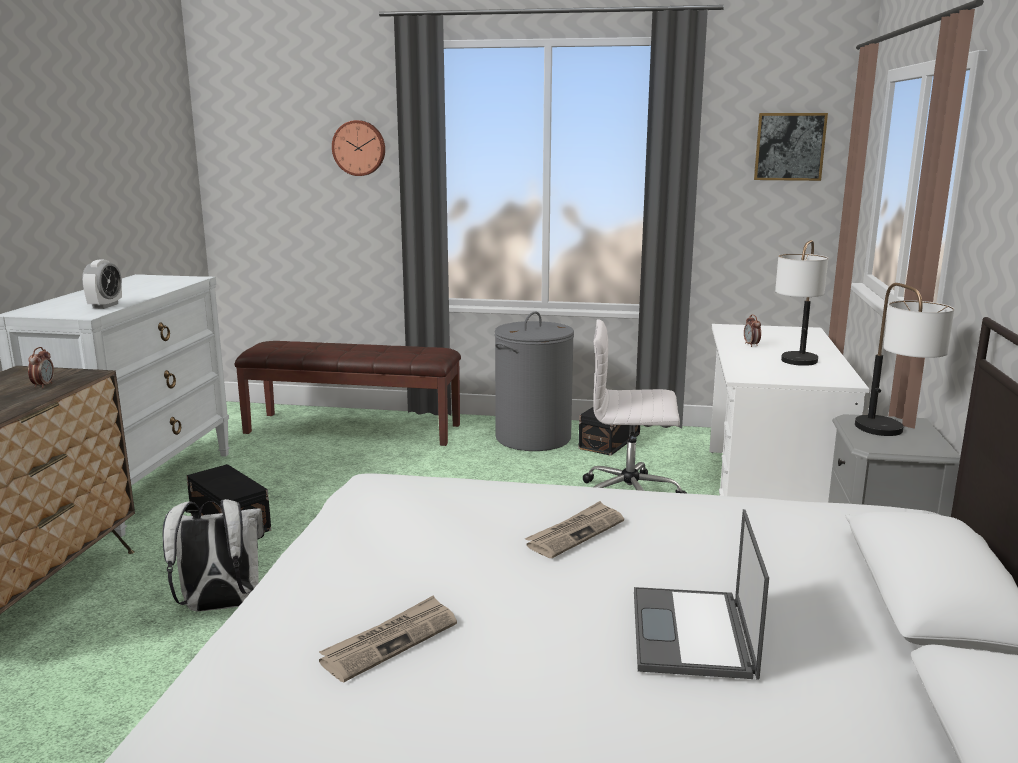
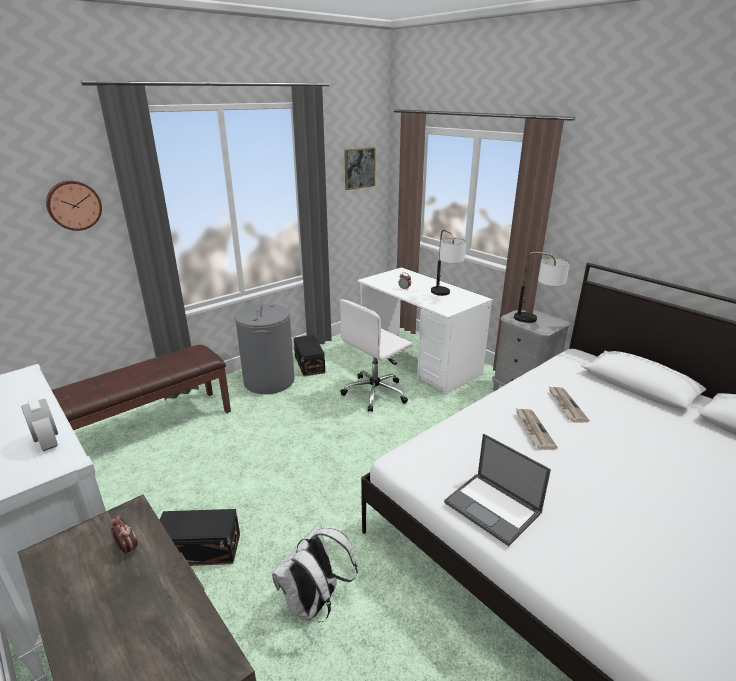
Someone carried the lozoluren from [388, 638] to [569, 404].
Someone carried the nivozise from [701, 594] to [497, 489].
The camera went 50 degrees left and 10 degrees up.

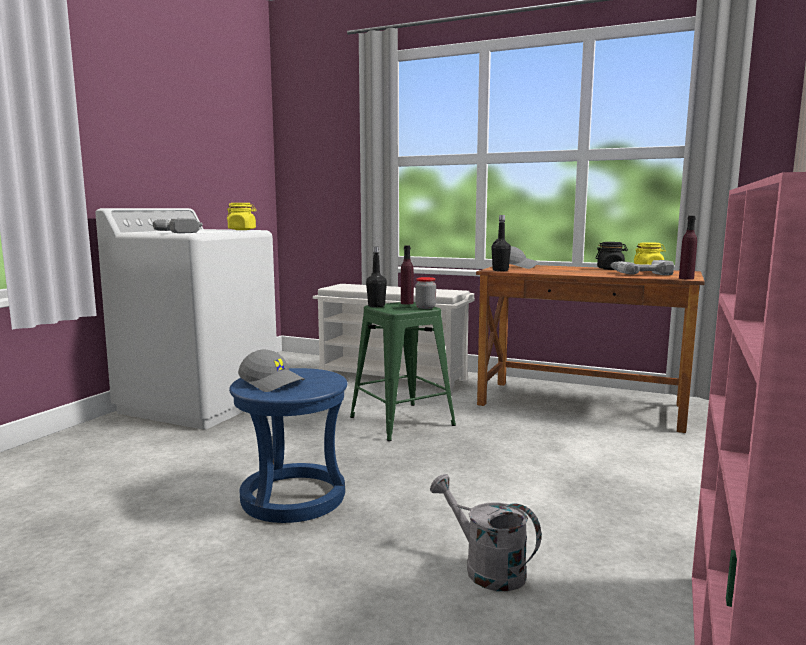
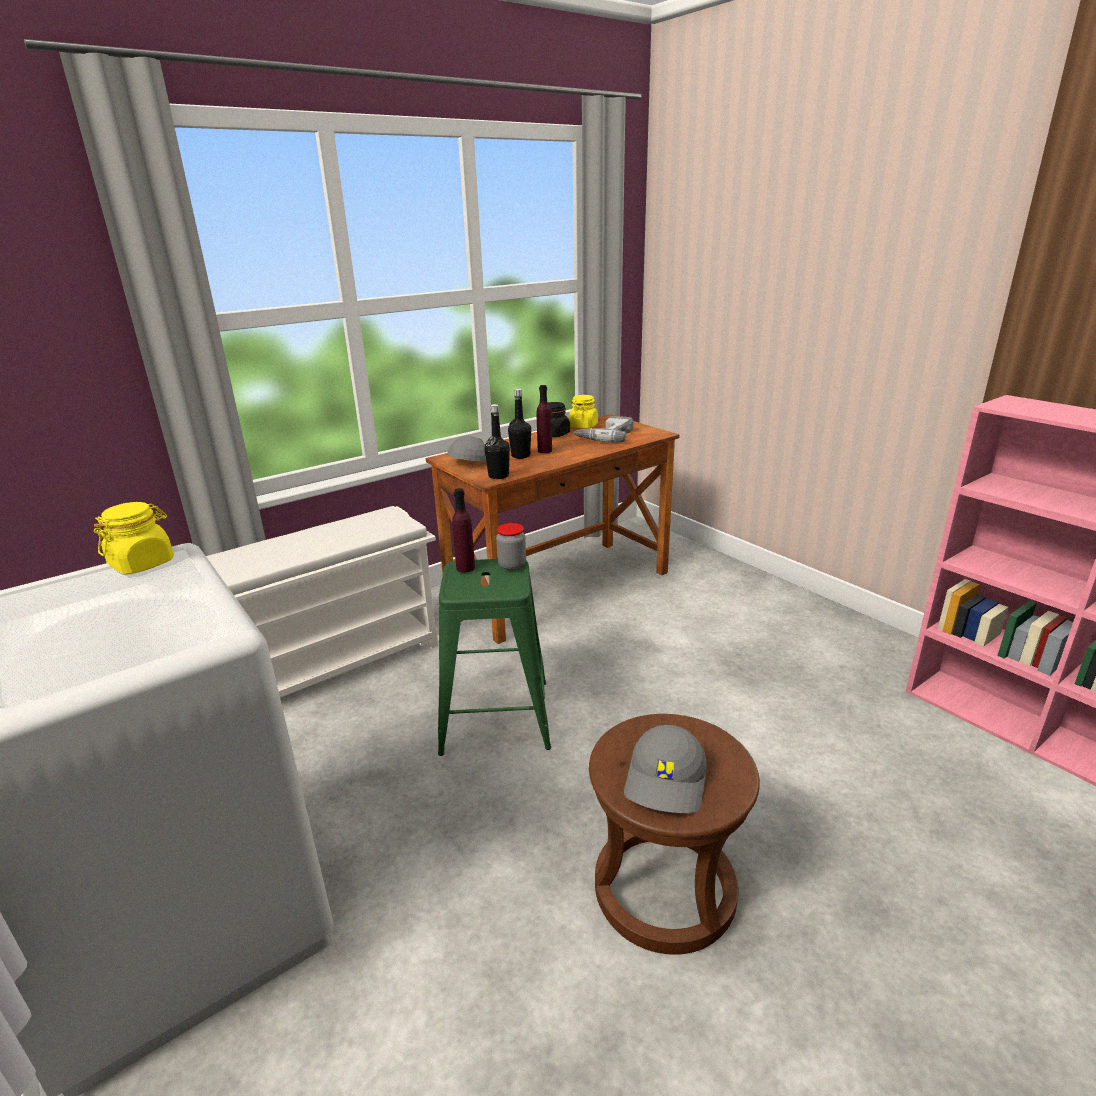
Someone took away the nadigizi at [178, 225].
Someone repainted the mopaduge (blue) at [288, 445], which became the mopaduge (brown) at [674, 834].
Someone rotated the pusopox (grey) at [271, 371] by 135 degrees clockwise.
Someone carried the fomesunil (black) from [376, 277] to [519, 424].
Someone took away the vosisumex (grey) at [485, 532].
Someone carried the fomesunil (purple) from [688, 248] to [544, 419].
The camera went 60 degrees left and 15 degrees up.

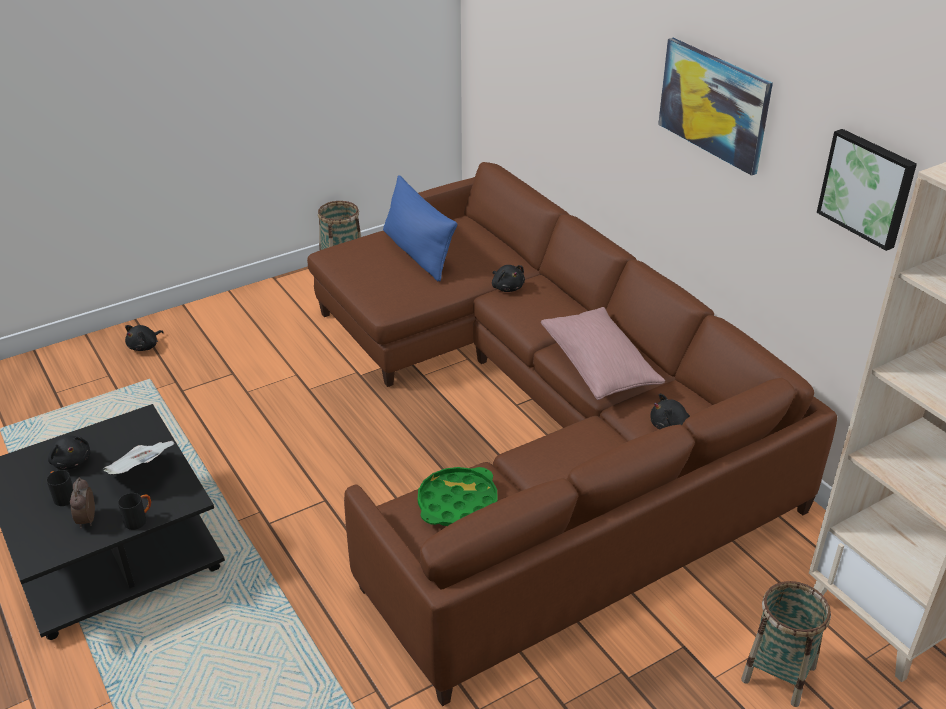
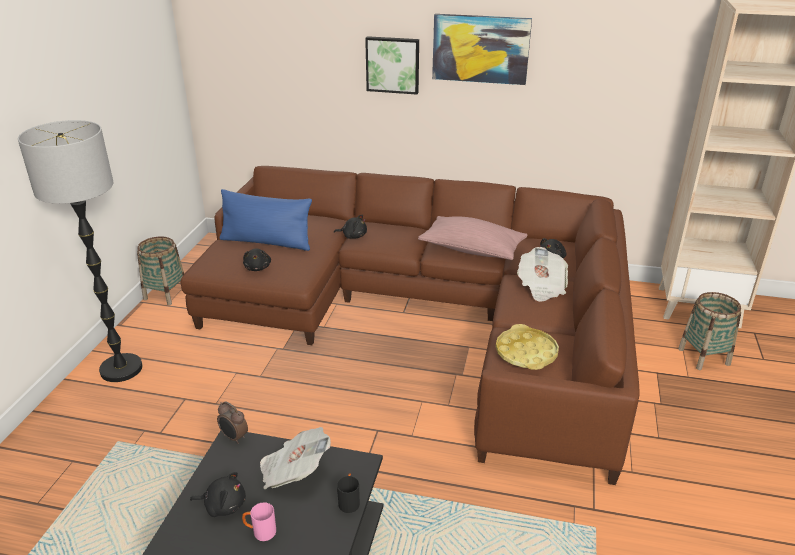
Someone repainted the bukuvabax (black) at [60, 488], which became the bukuvabax (pink) at [259, 521].
Someone carried the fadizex from [82, 502] to [232, 422].
Someone carried the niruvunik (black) from [144, 338] to [257, 259].
Someone repainted the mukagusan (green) at [458, 496], which became the mukagusan (yellow) at [527, 347].
Someone carried the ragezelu from [867, 190] to [392, 65].
Someone put down the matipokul at [80, 251].
Someone put down the lozoluren at [542, 274].
The camera went 45 degrees left and 5 degrees down.

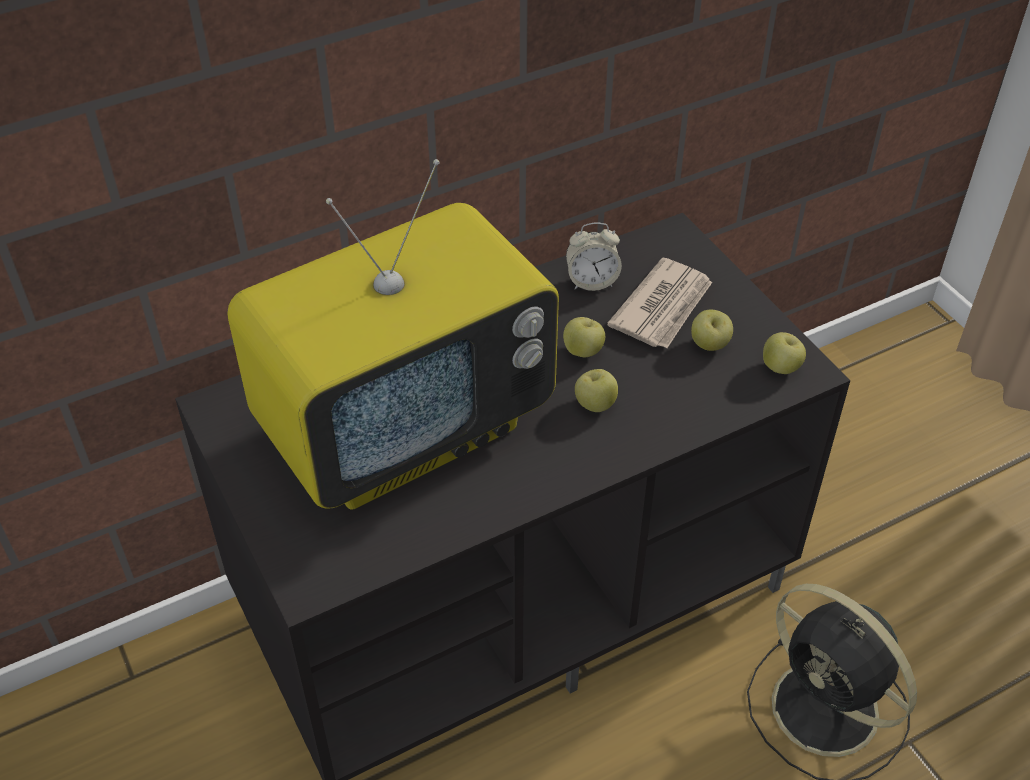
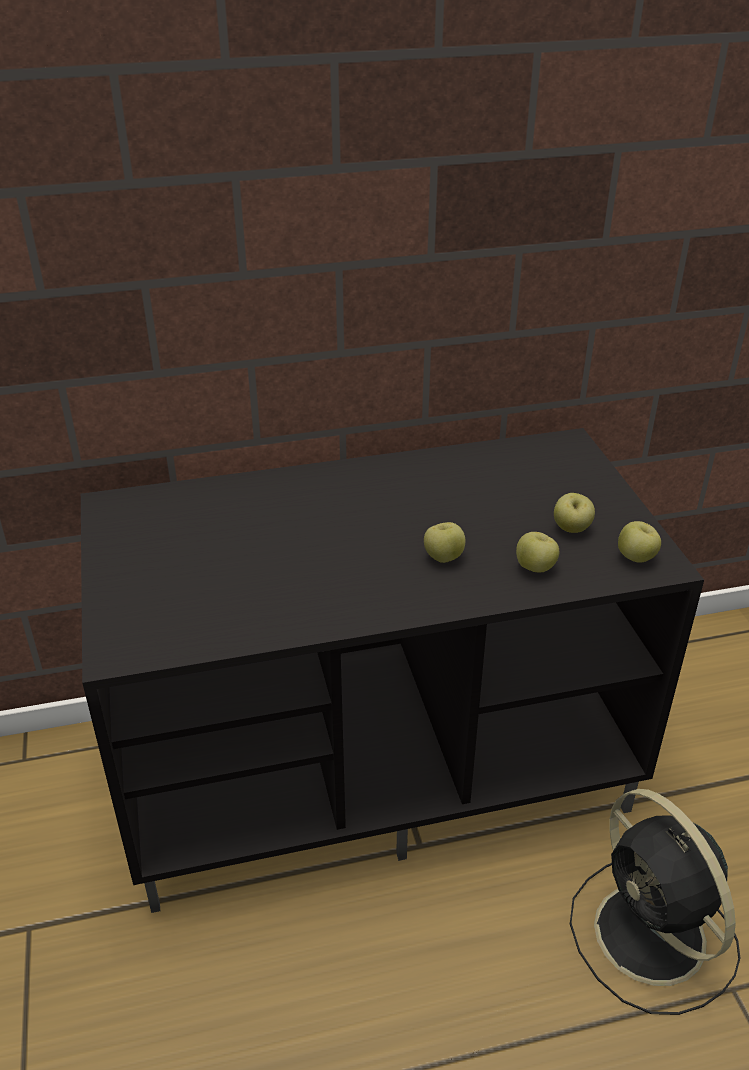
Someone took away the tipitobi at [393, 334].
Someone carried the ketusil from [584, 337] to [537, 552].
Someone took away the fadizex at [594, 256].
Someone took away the lozoluren at [659, 302].
The camera went 15 degrees right and 10 degrees down.

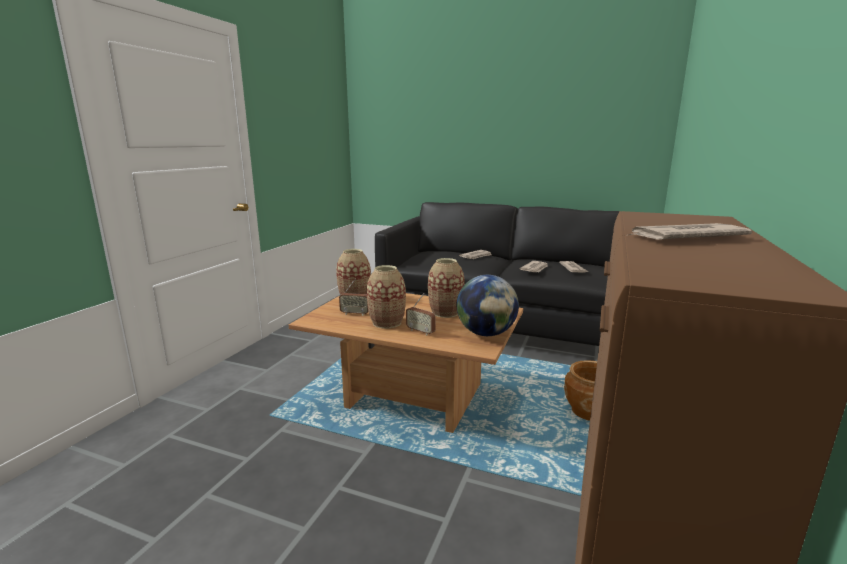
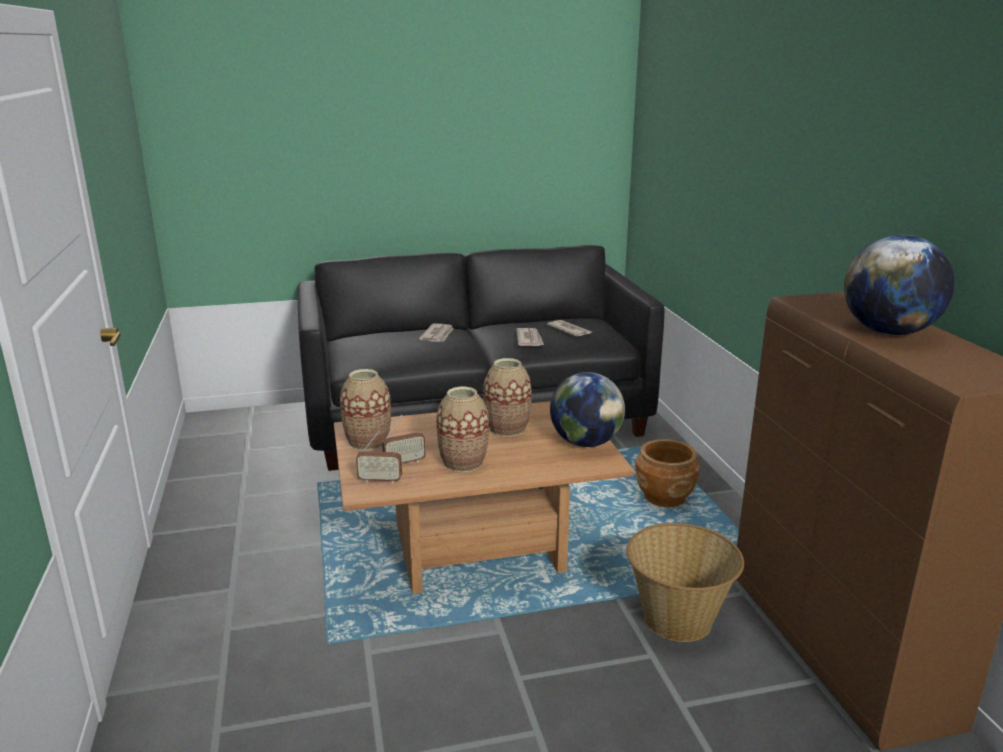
Someone carried the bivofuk from [421, 314] to [379, 457].
Someone swapped the lozoluren at [690, 231] for the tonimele at [899, 285].
Someone put down the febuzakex at [685, 582].
The camera went 35 degrees left and 5 degrees up.

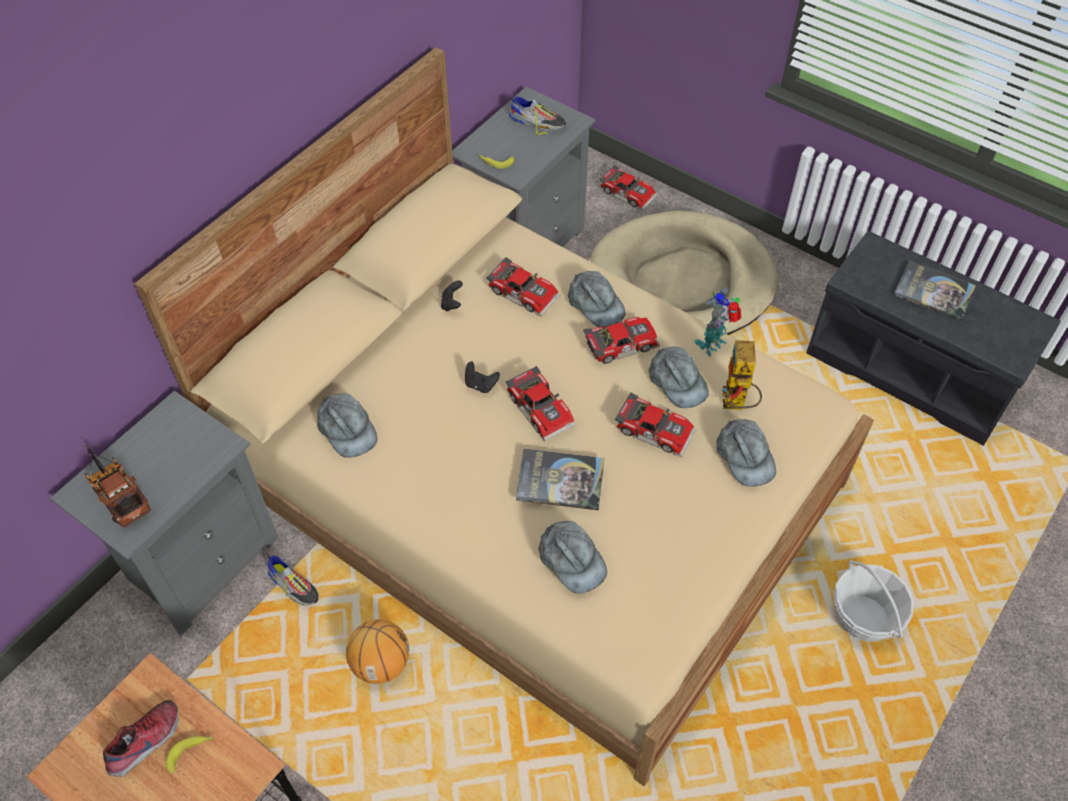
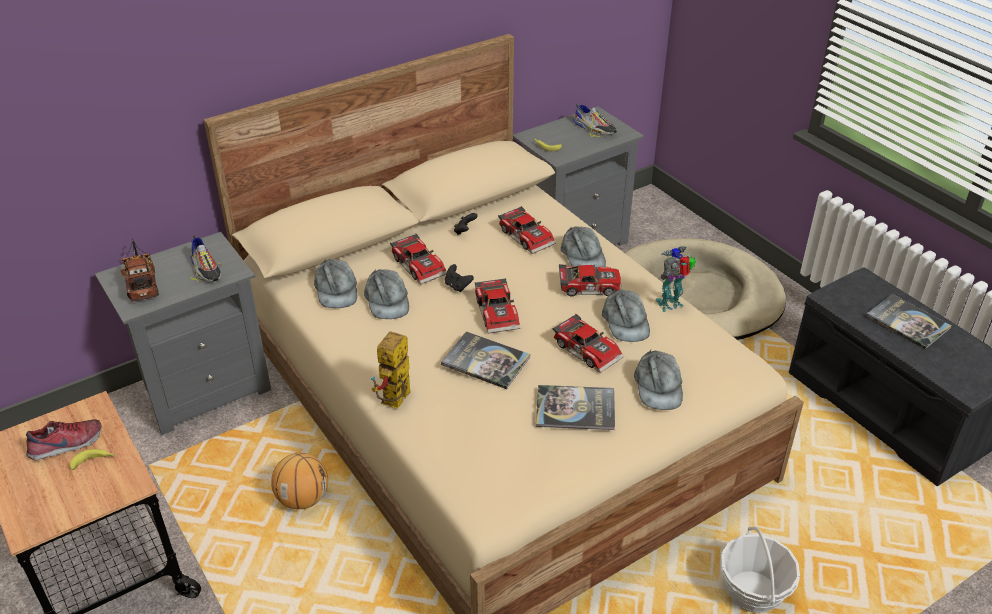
Someone carried the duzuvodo from [293, 580] to [206, 259].
Someone carried the pusopox (grey) from [573, 557] to [386, 294].
Someone carried the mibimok from [628, 188] to [418, 259].
Someone carried the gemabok from [742, 375] to [391, 370].
Someone put down the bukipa at [575, 407].
The camera went 20 degrees right and 15 degrees down.

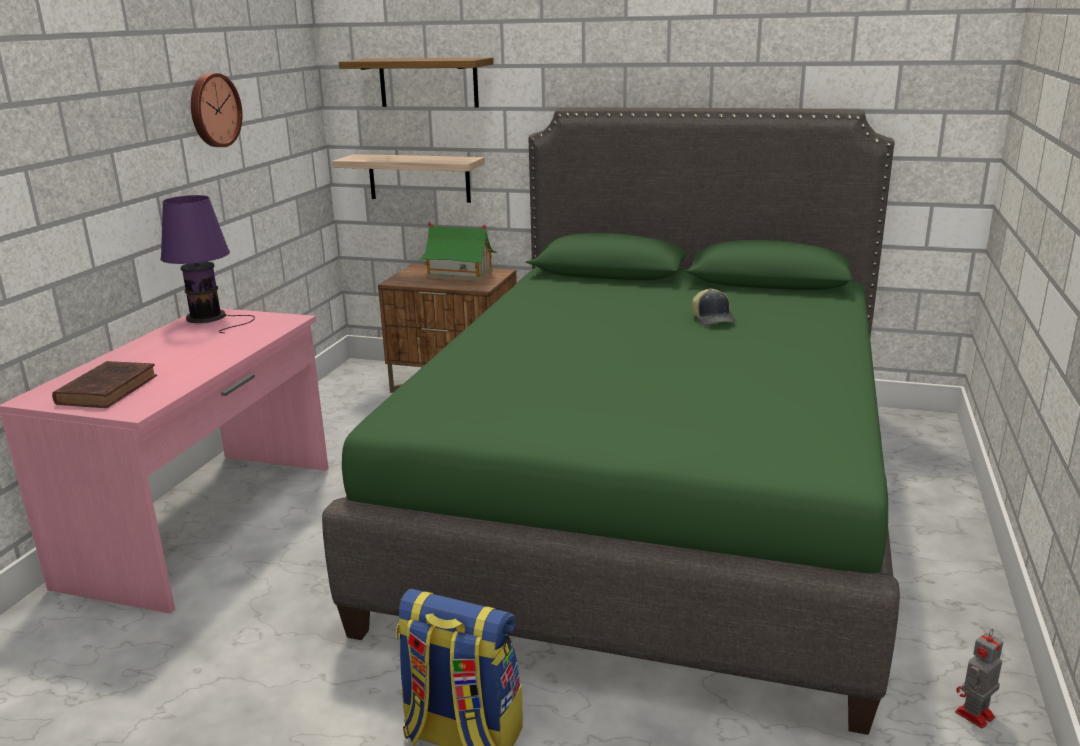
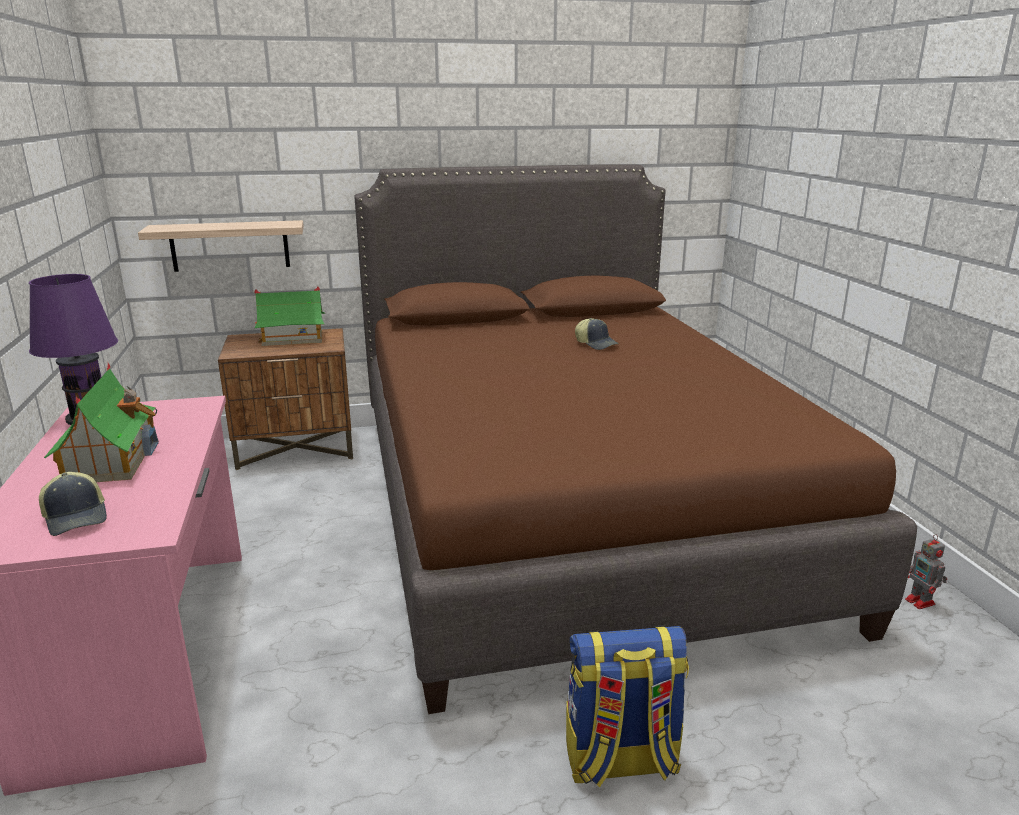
Someone swapped the bukipa (brown) at [104, 384] for the pusopox at [73, 504].
Someone took away the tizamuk at [217, 110].
Someone repainted the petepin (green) at [611, 421], which became the petepin (brown) at [635, 439].
Someone took away the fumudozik at [416, 82].
Someone rotated the gemabok at [979, 678] by 45 degrees counterclockwise.
Someone put down the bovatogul at [101, 422].
The camera went 30 degrees left and 0 degrees up.

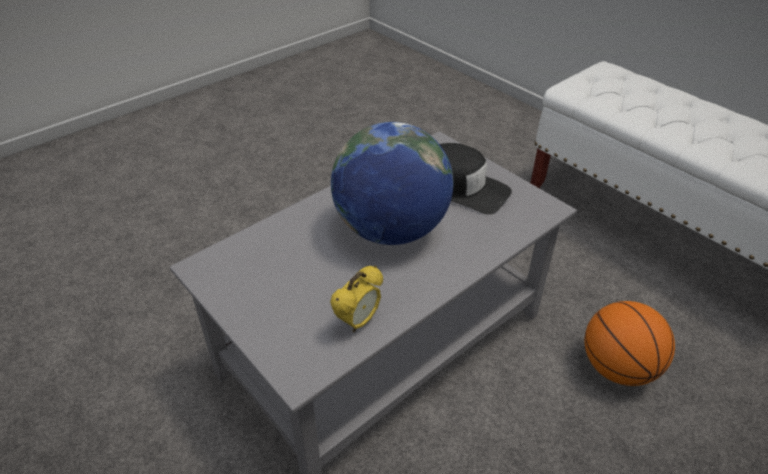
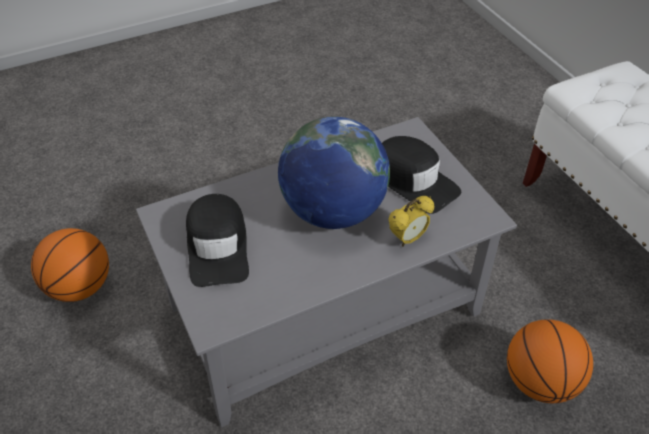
Someone carried the fadizex from [356, 299] to [411, 221].
Someone put down the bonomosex at [70, 265].
Someone put down the pusopox (black) at [217, 240].
The camera went 15 degrees right and 5 degrees up.

